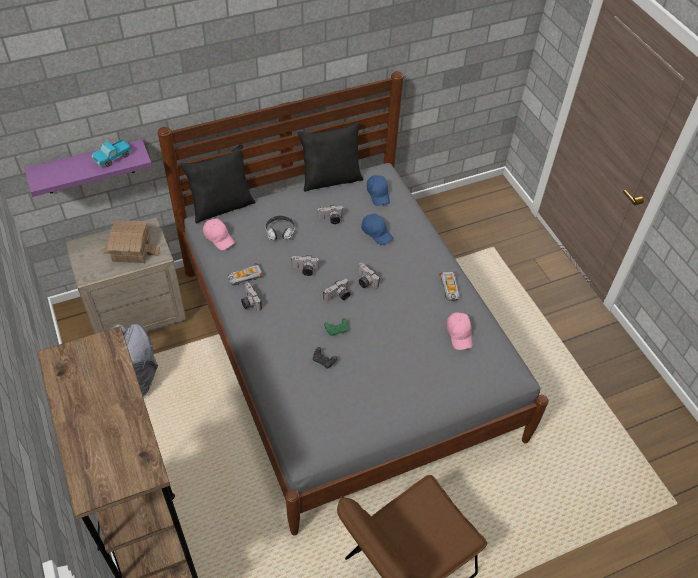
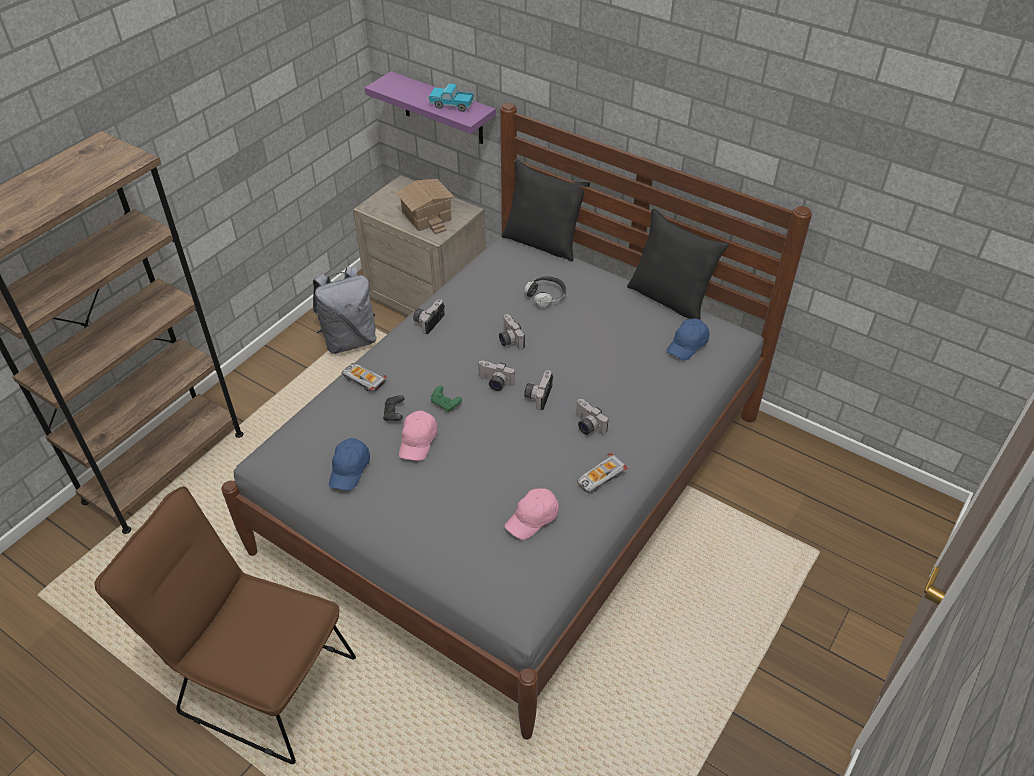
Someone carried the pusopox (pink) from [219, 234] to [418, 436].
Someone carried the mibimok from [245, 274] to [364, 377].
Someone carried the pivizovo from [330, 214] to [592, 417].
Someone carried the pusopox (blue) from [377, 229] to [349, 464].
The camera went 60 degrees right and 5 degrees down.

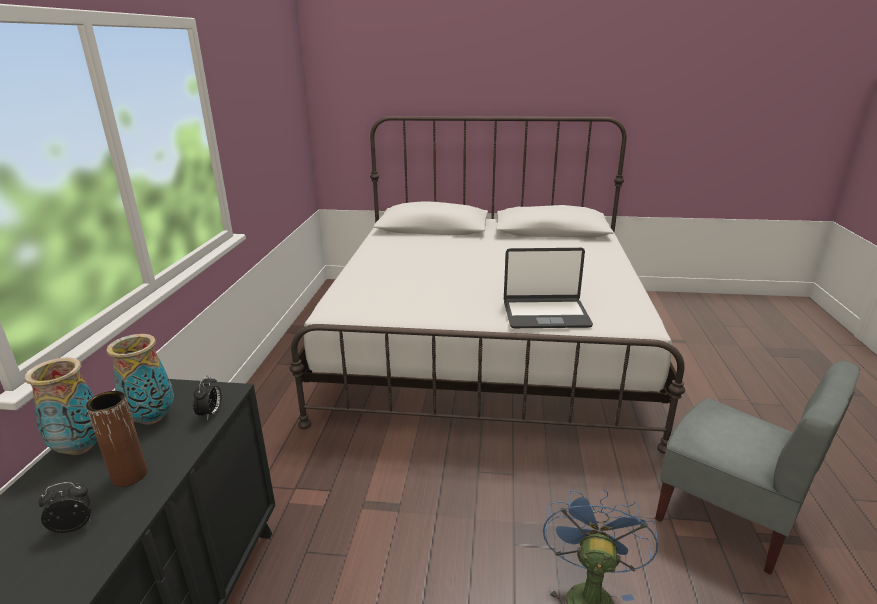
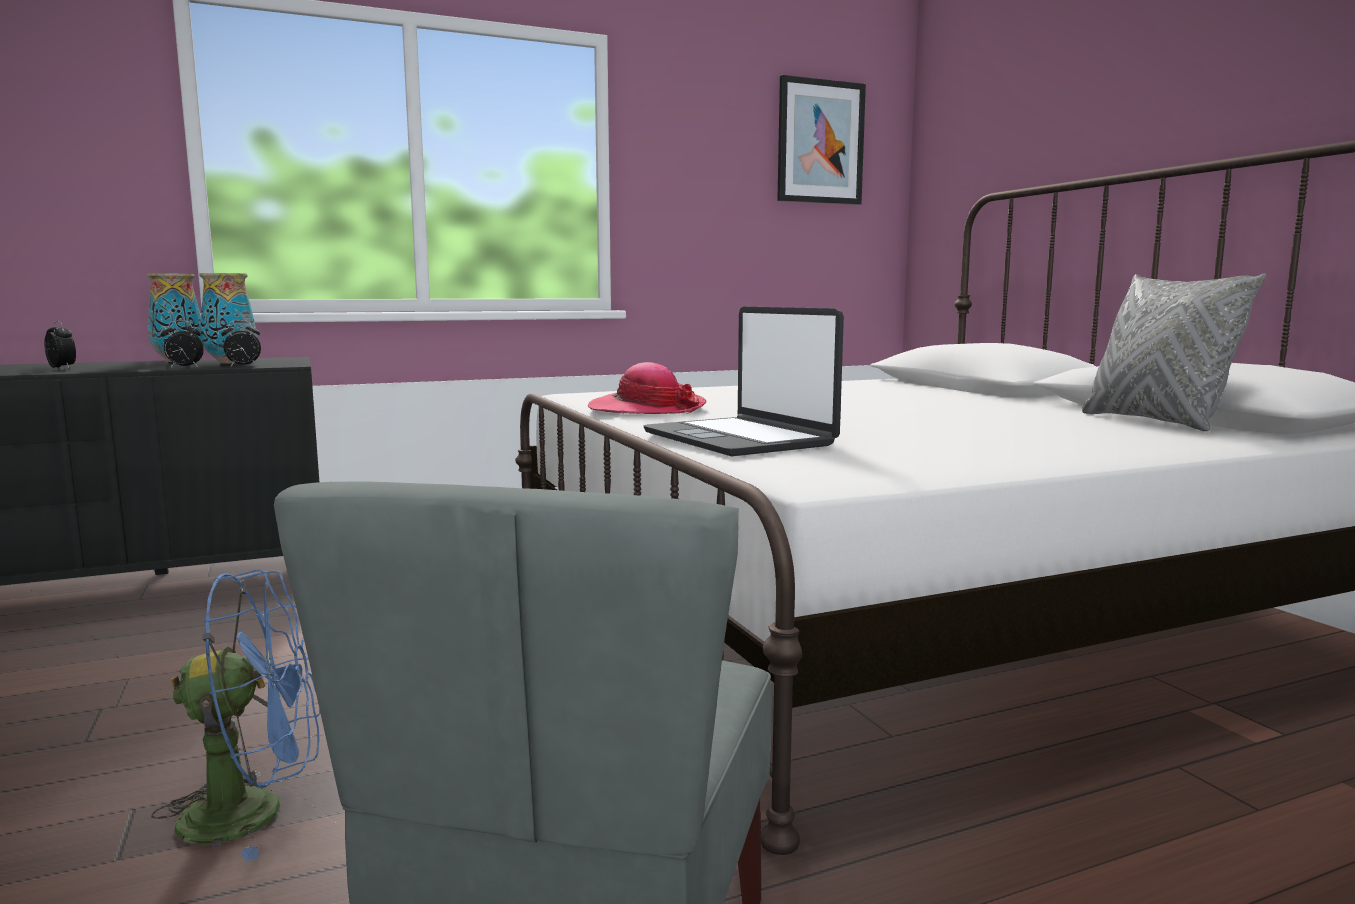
Someone took away the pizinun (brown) at [116, 439].
Someone put down the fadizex at [182, 344].
Someone put down the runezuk at [647, 388].
Someone put up the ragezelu at [821, 140].
Someone put down the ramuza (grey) at [1174, 352].
The camera went 60 degrees right and 15 degrees down.

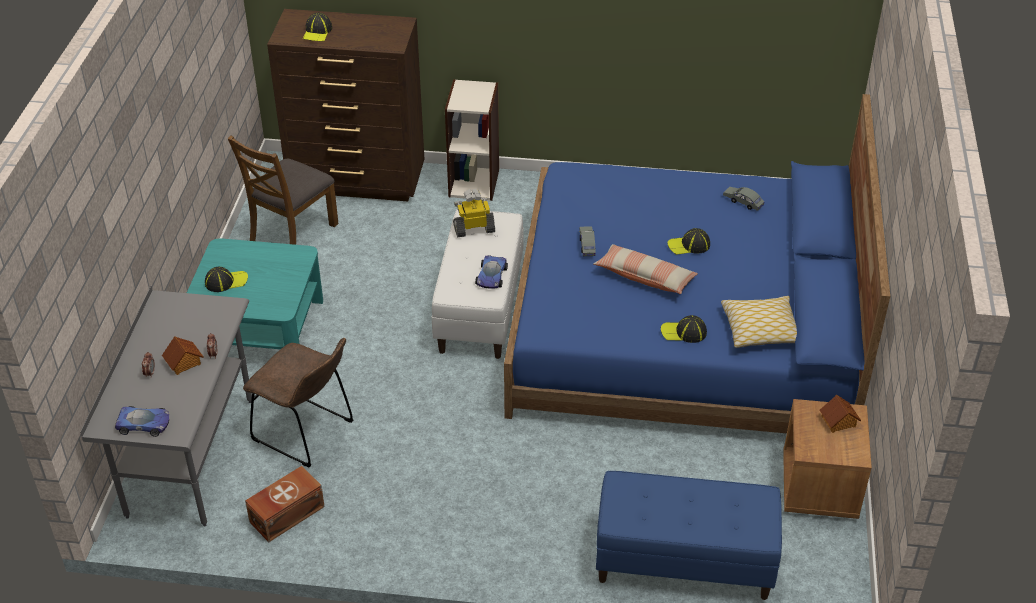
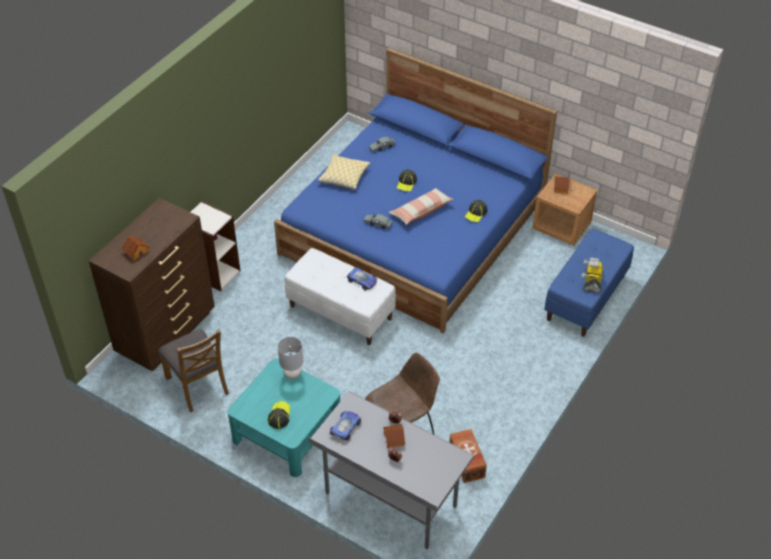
Someone carried the mibimok from [142, 421] to [345, 426].
Someone swapped the pusopox at [317, 27] for the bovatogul at [135, 248].
Someone carried the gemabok from [474, 213] to [592, 275].
Someone carried the ramuza from [759, 322] to [344, 172].
Someone put down the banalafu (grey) at [290, 358].
The camera went 65 degrees left and 5 degrees up.

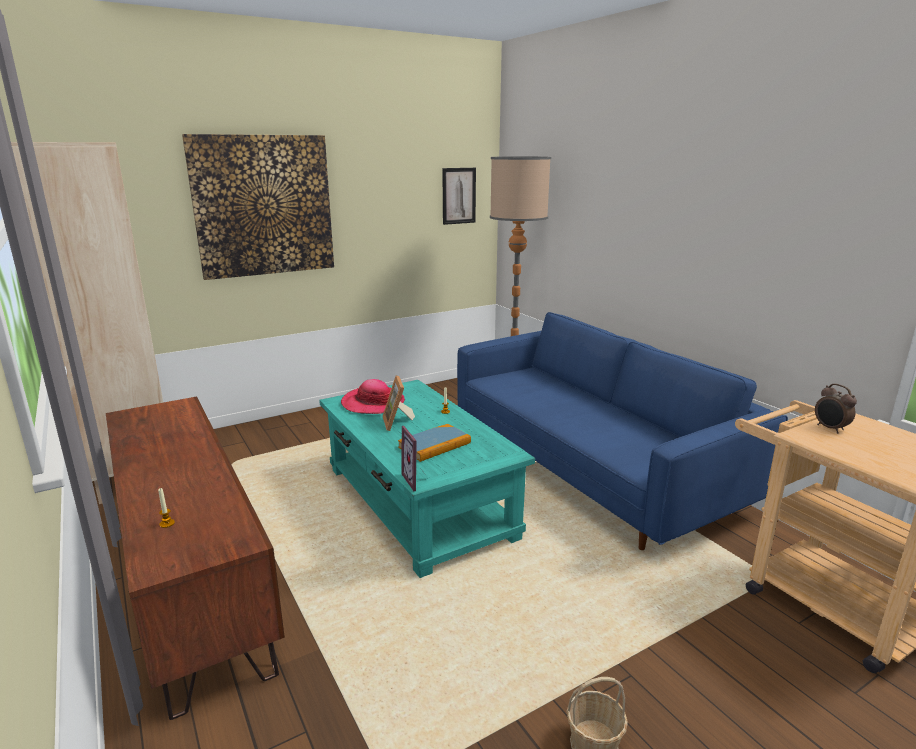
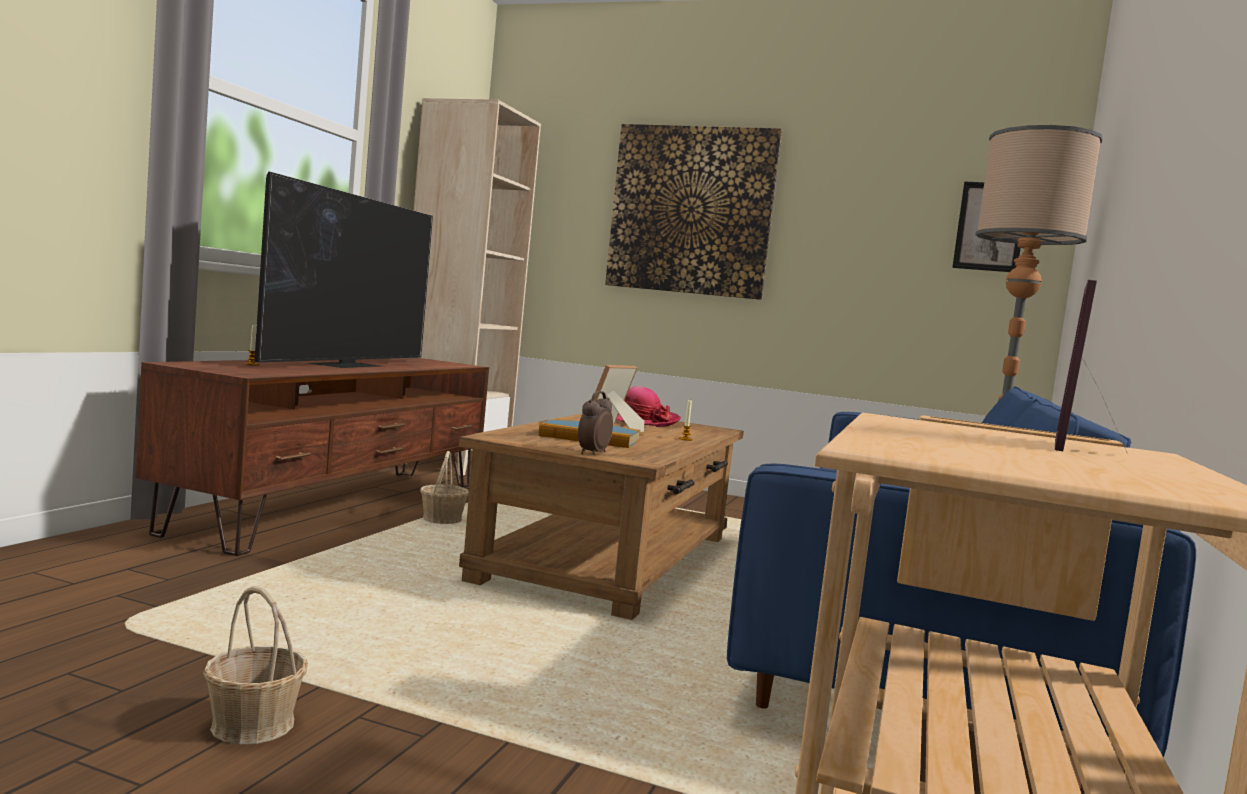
Someone repainted the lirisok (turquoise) at [427, 479], which became the lirisok (brown) at [601, 516].
Someone carried the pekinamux from [414, 458] to [1091, 367].
Someone carried the fadizex from [836, 408] to [595, 423].
Someone put down the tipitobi at [343, 270].
Someone put down the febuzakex at [444, 487].
The camera went 50 degrees right and 15 degrees down.

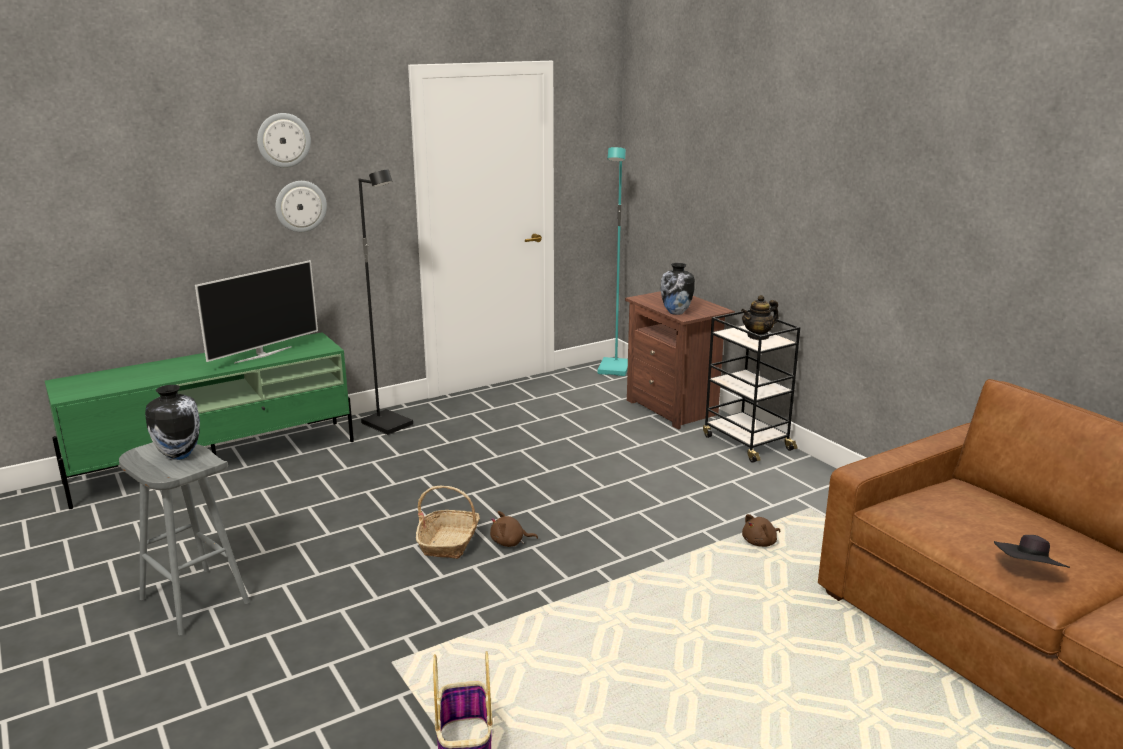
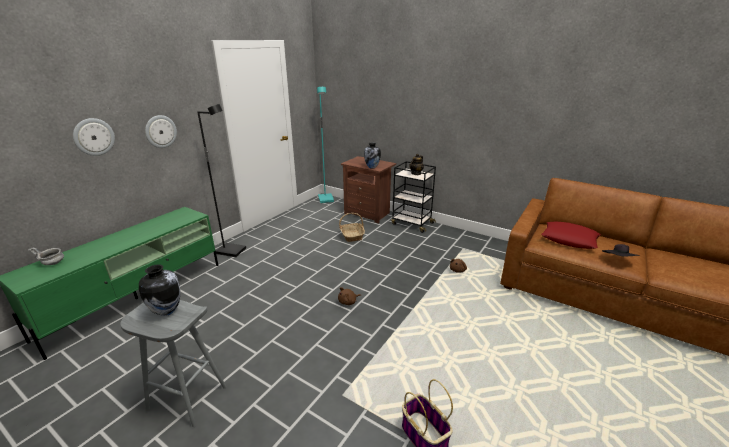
Someone took away the tipitobi at [256, 311].
Someone carried the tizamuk from [284, 140] to [94, 137].
Someone carried the febuzakex from [448, 522] to [352, 227].
Someone put down the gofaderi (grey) at [46, 256].
Someone put down the ramuza (red) at [571, 235].
The camera went 25 degrees left and 5 degrees up.

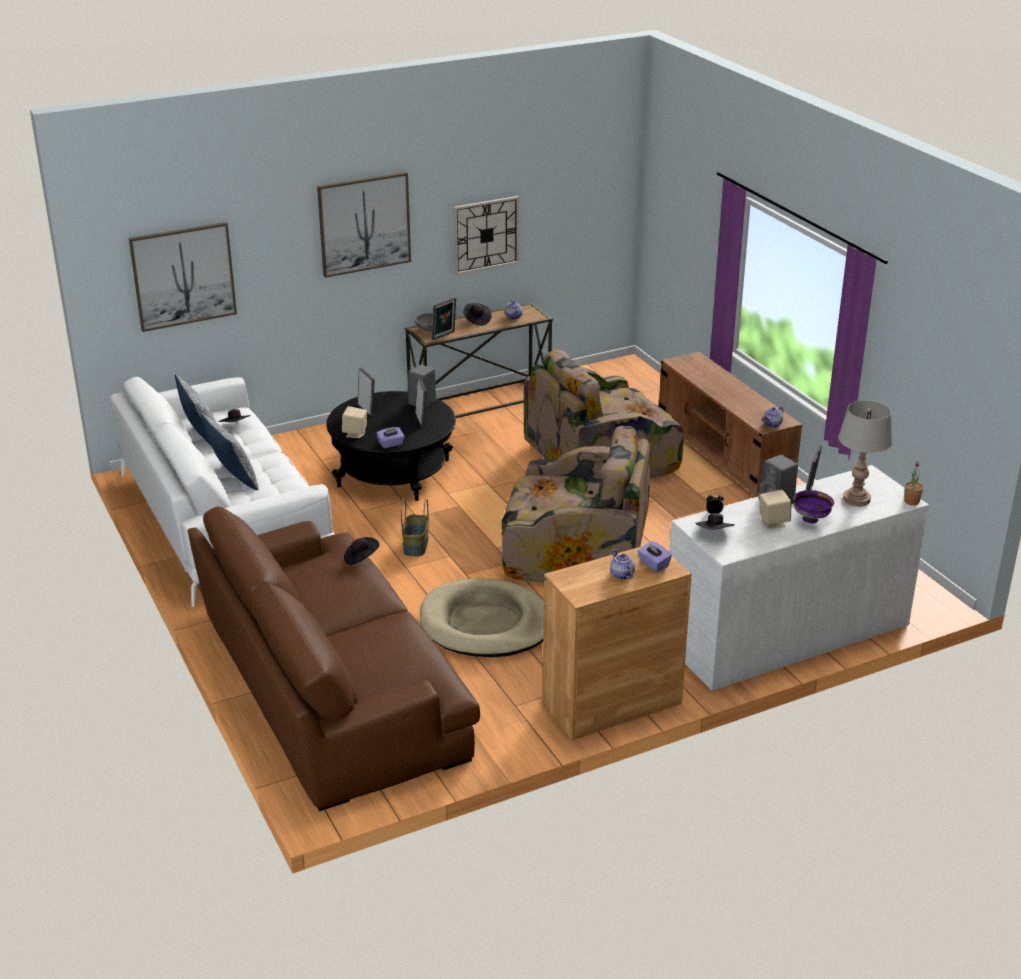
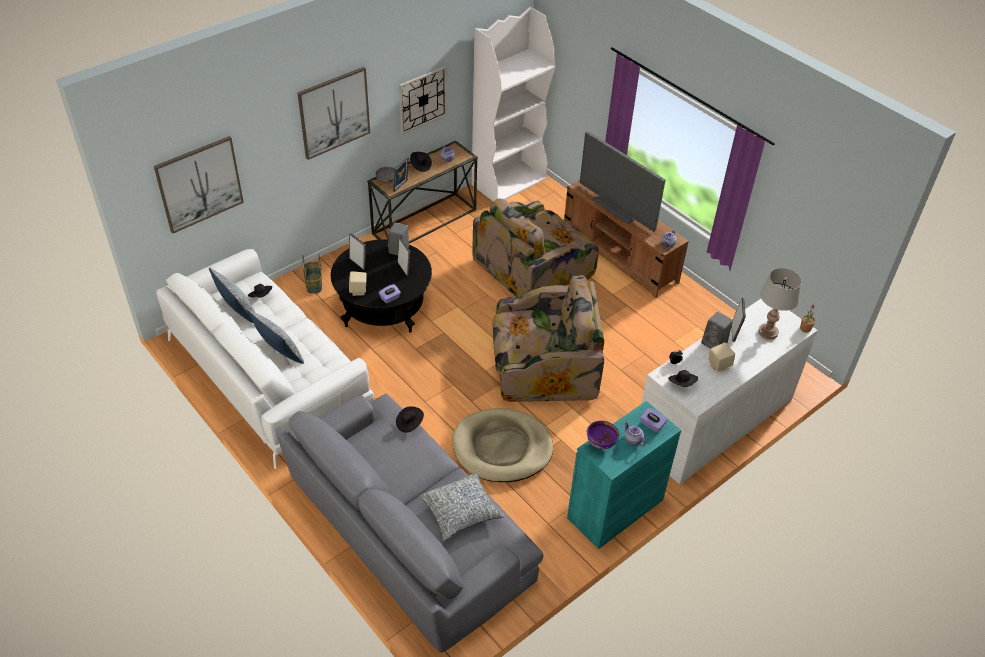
Someone repainted the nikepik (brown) at [334, 658], which became the nikepik (grey) at [409, 523].
Someone carried the febuzakex from [415, 527] to [312, 273].
Someone repainted the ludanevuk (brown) at [617, 641], which became the ludanevuk (turquoise) at [624, 475].
Someone carried the gofaderi (purple) from [813, 507] to [603, 435].
Someone put down the ramuza at [461, 507].
Someone put down the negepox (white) at [513, 104].
Someone put down the tipitobi at [623, 182].
The camera went 15 degrees left and 15 degrees up.

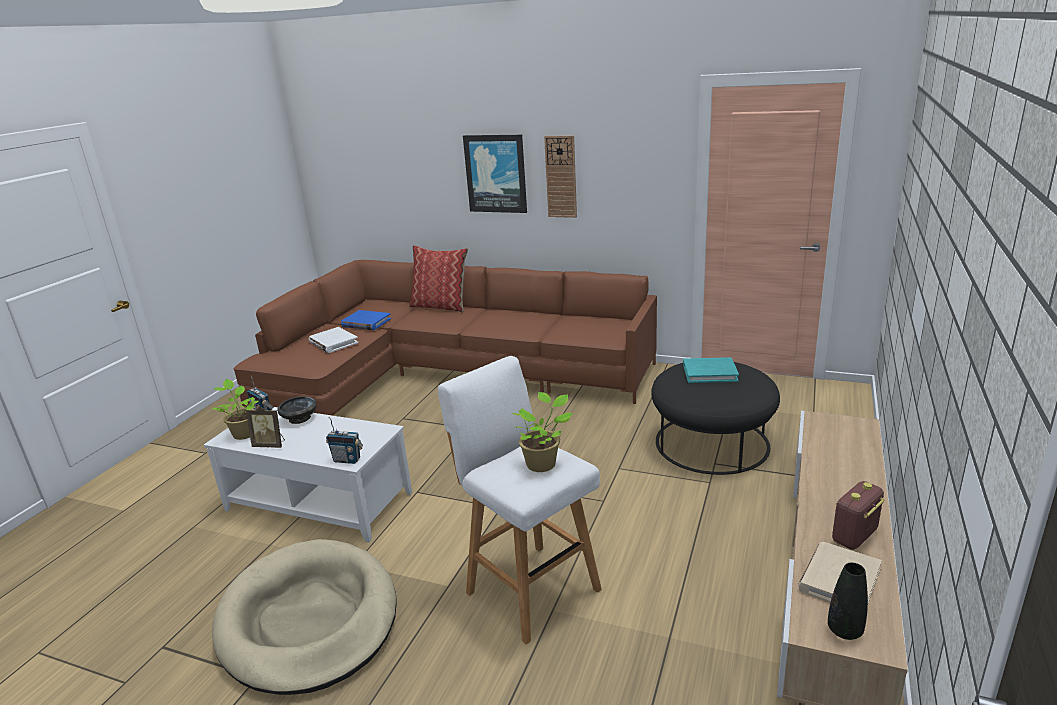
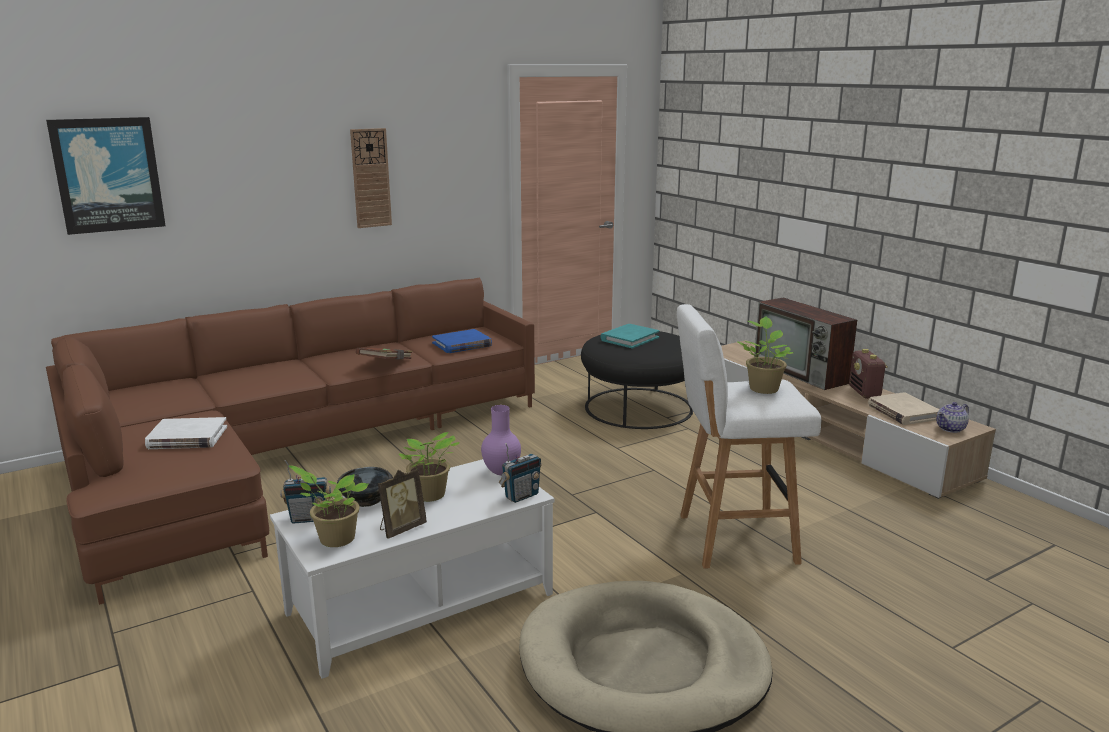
Someone carried the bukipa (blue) from [366, 320] to [462, 341].
Someone took away the ramuza at [438, 279].
Someone carried the ragezelu from [495, 174] to [106, 176].
Someone swapped the pizinun (black) at [848, 601] for the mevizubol at [952, 417].
Someone put down the bukipa (brown) at [384, 354].
Someone put down the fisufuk at [429, 467].
Someone put down the pizinun (purple) at [501, 440].
Someone put down the tipitobi at [805, 344].
The camera went 55 degrees left and 5 degrees down.

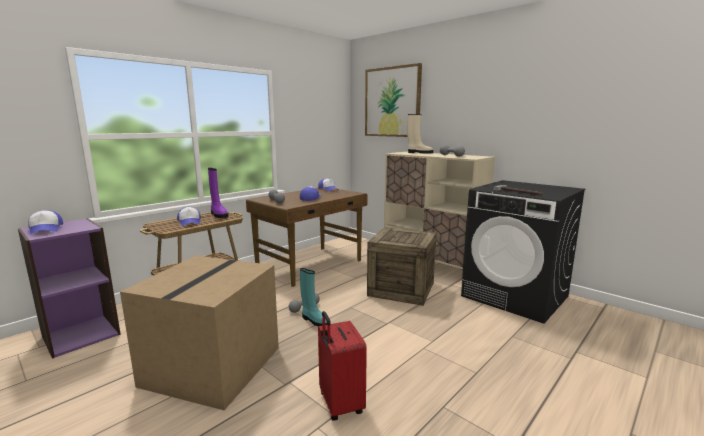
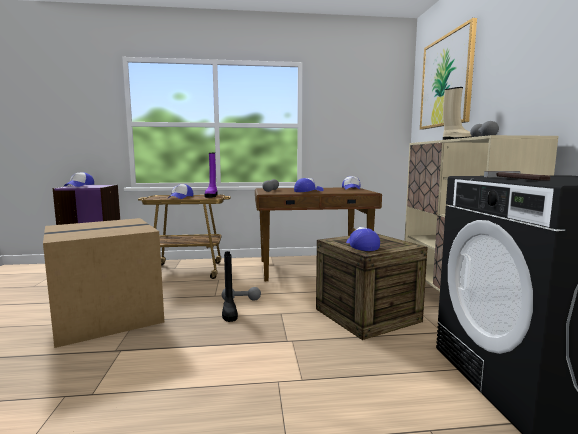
Someone repainted the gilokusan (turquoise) at [315, 297], which became the gilokusan (black) at [230, 286].
Someone took away the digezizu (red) at [342, 366].
Someone put down the pusopox at [363, 239].
The camera went 40 degrees right and 5 degrees down.

